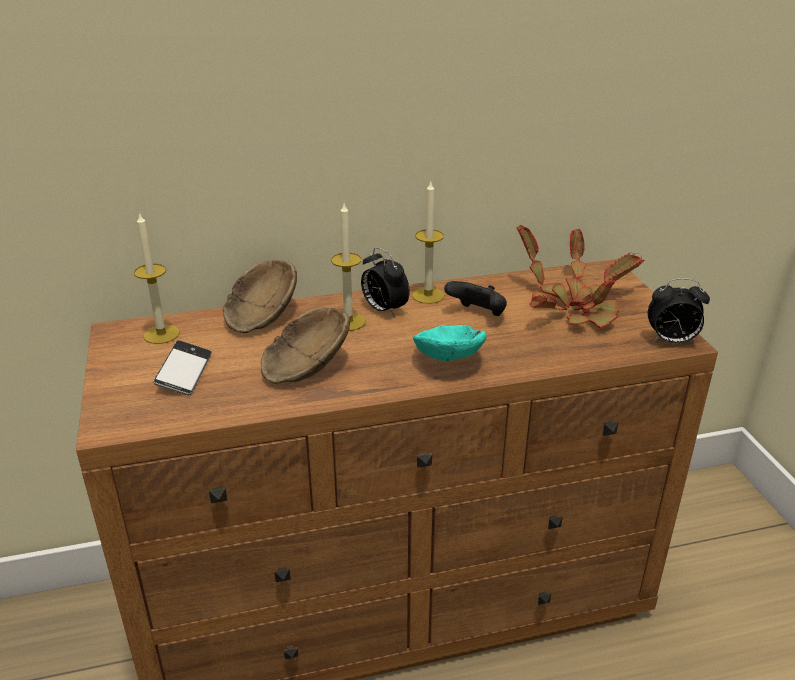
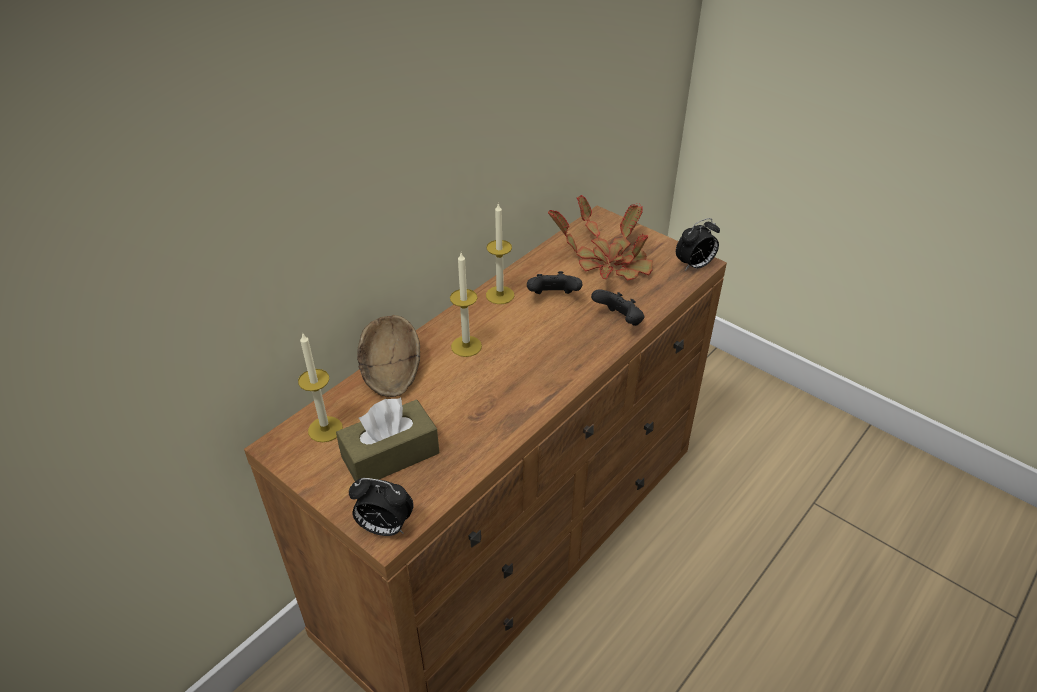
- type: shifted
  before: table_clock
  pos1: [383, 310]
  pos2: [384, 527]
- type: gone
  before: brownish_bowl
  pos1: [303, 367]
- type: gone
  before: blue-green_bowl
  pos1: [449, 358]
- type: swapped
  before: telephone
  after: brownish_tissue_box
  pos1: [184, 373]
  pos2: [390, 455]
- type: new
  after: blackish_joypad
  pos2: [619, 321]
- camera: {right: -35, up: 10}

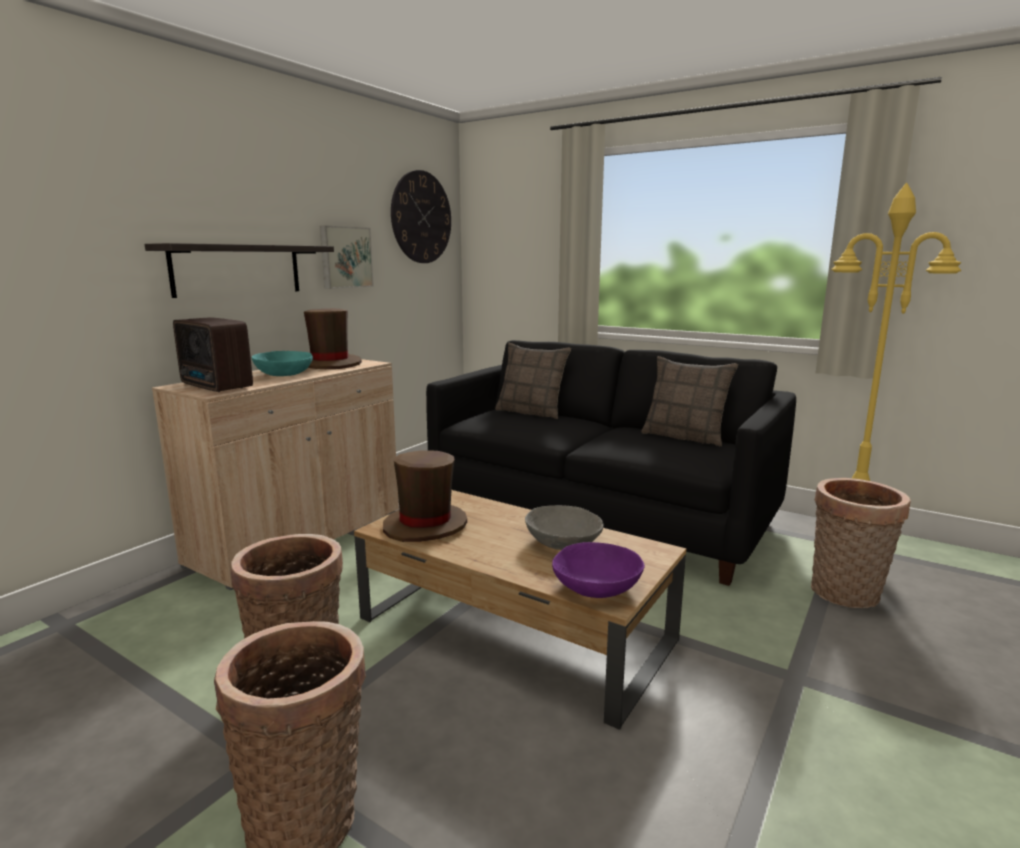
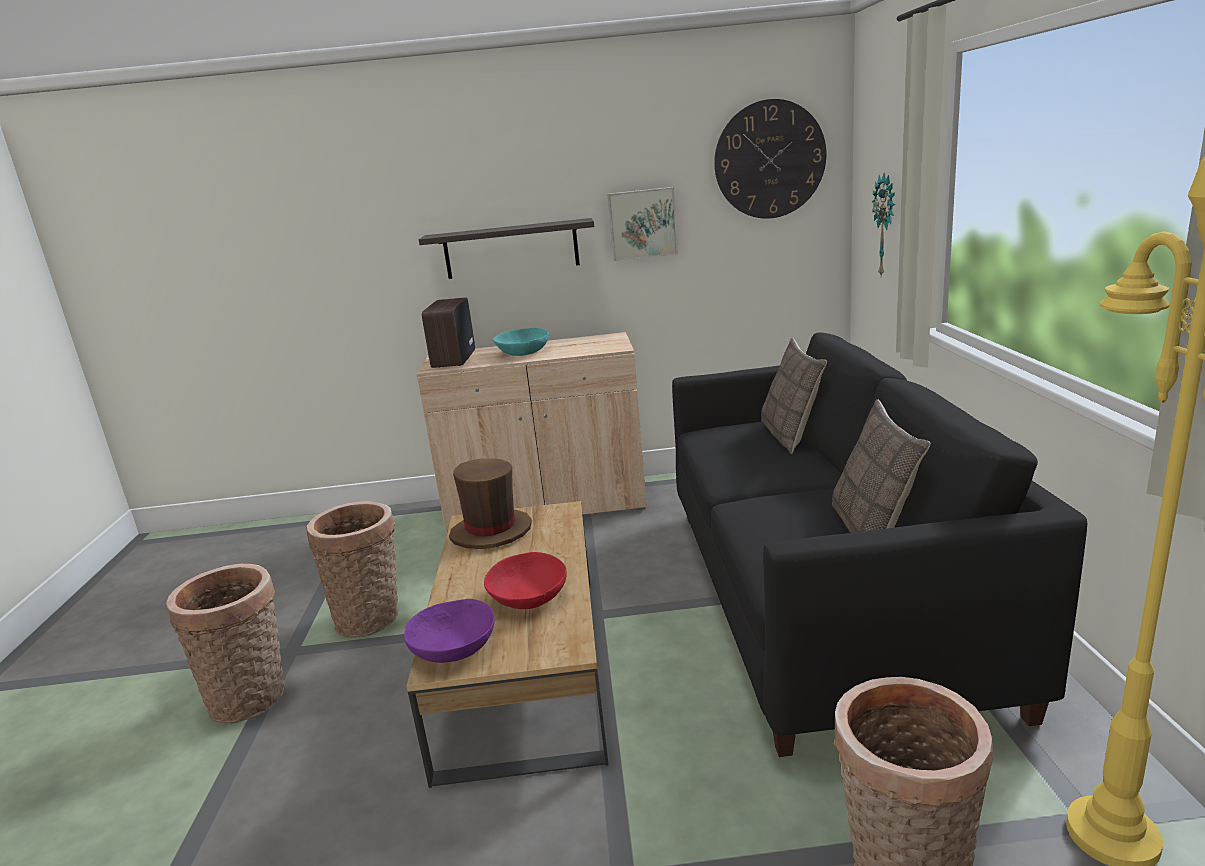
- type: gone
  before: brownish_wearable_hat
  pos1: [330, 364]
- type: repainted
  before: gray_bowl
  after: red_bowl
  pos1: [563, 542]
  pos2: [528, 597]
- type: new
  after: hanging_clock
  pos2: [886, 225]
- camera: {right: 55, up: 5}

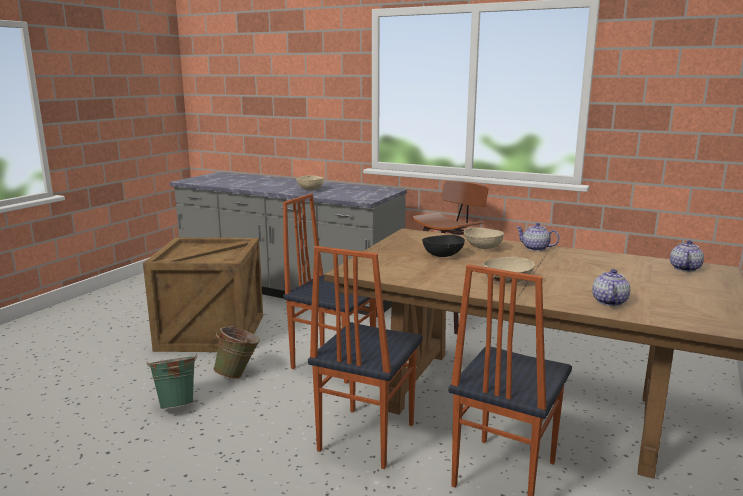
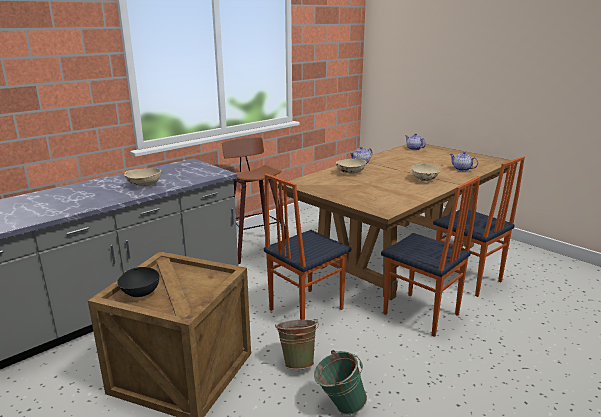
- type: shifted
  before: blackish_bowl
  pos1: [442, 255]
  pos2: [140, 292]
- camera: {right: -70, up: 5}

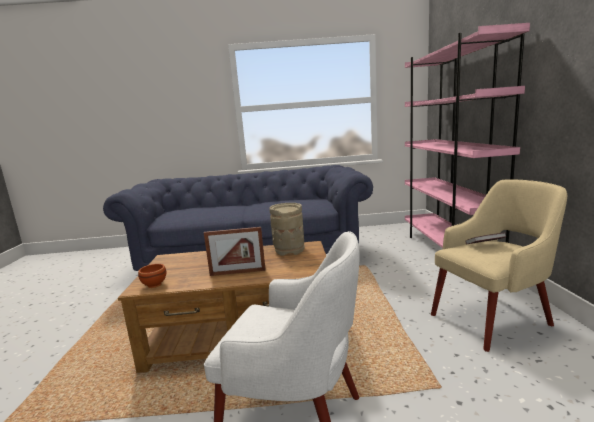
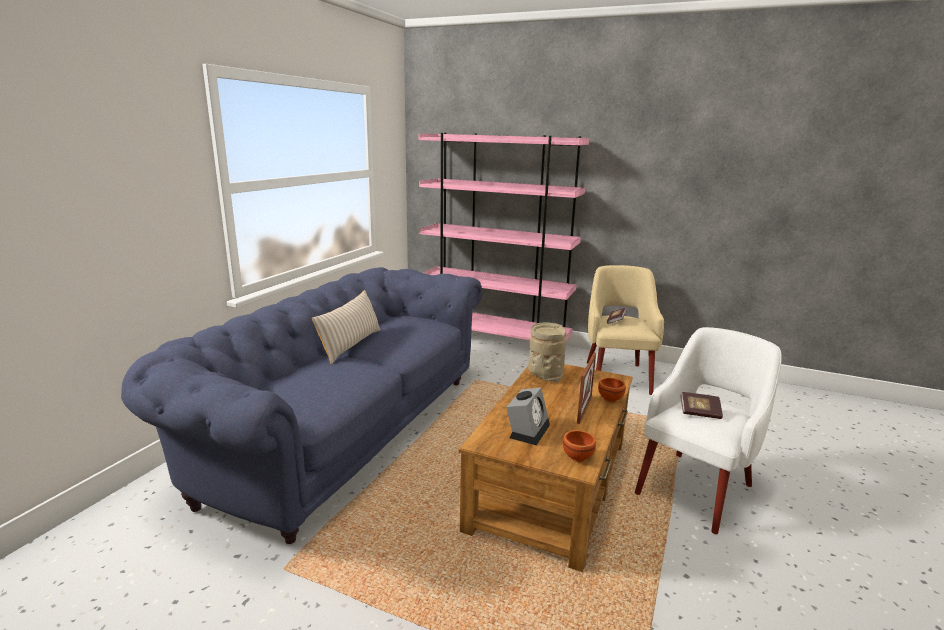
- type: new
  after: beige_cushion
  pos2: [351, 345]
- type: new
  after: brownish_bowl
  pos2: [610, 399]
- type: new
  after: table_clock
  pos2: [528, 430]
- type: new
  after: bound_book
  pos2: [699, 413]
- camera: {right: -65, up: 5}

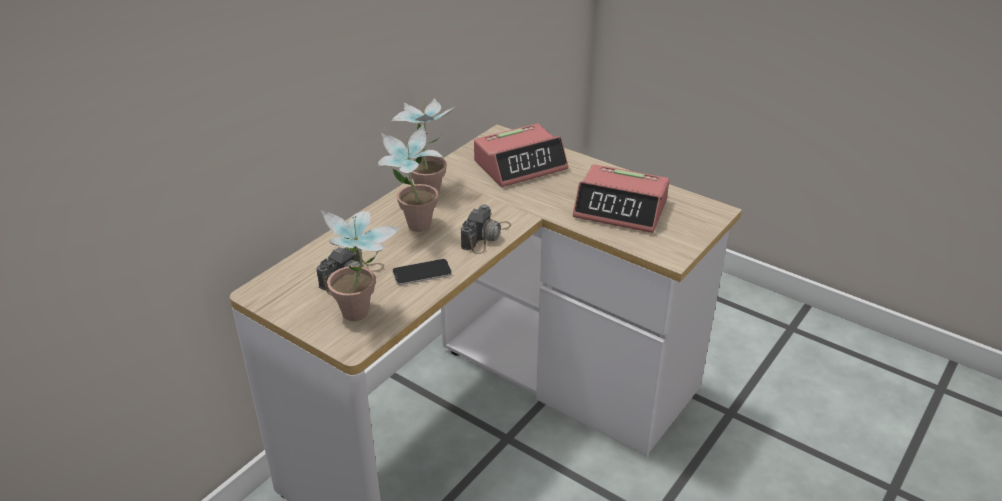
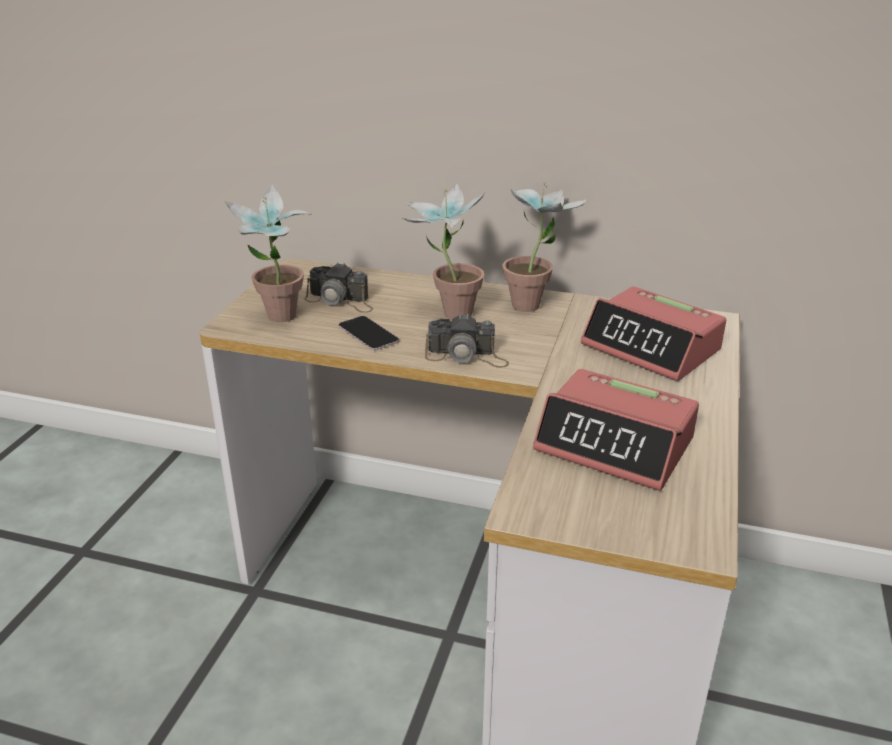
- type: rotated
  before: table_clock
  pos1: [621, 209]
  pos2: [615, 444]
  turn: -60
- camera: {right: 70, up: -5}

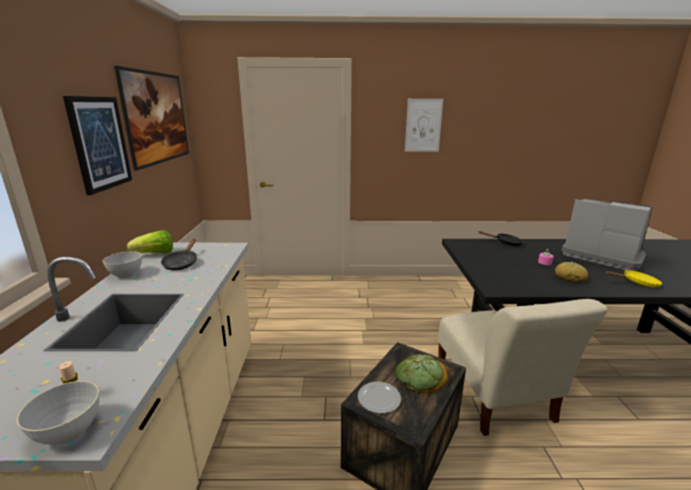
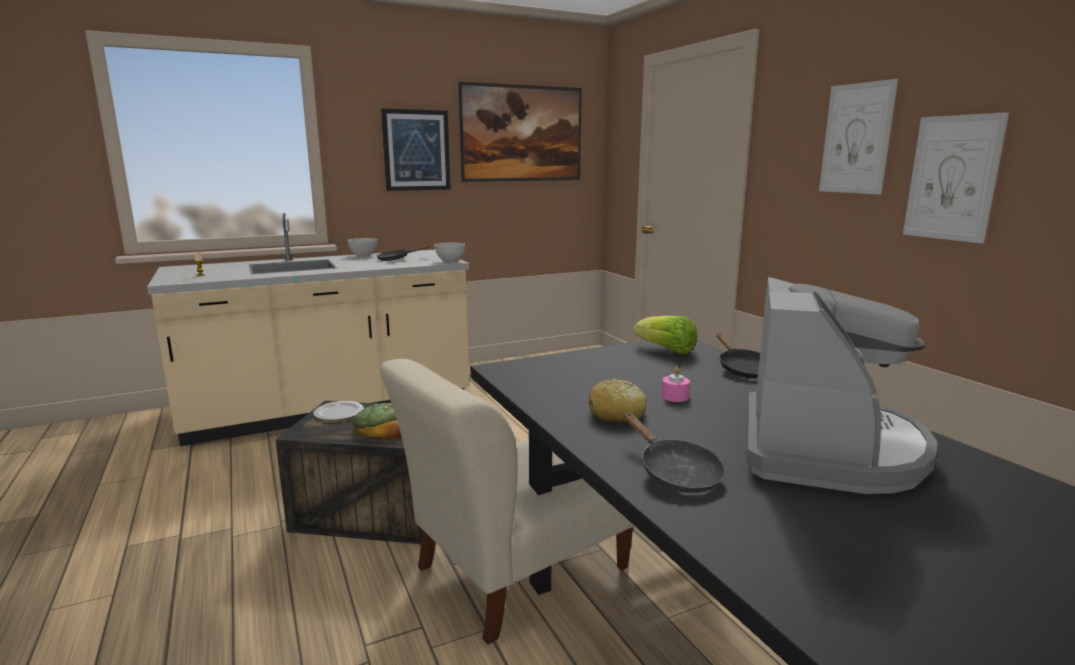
- type: shifted
  before: lettuce
  pos1: [155, 254]
  pos2: [667, 350]
- type: repainted
  before: yellowish_pan
  after: blackish_pan
  pos1: [636, 283]
  pos2: [674, 473]
- type: shifted
  before: gray_bowl
  pos1: [69, 432]
  pos2: [450, 261]
- type: new
  after: picture
  pos2: [952, 178]
- camera: {right: 65, up: -5}

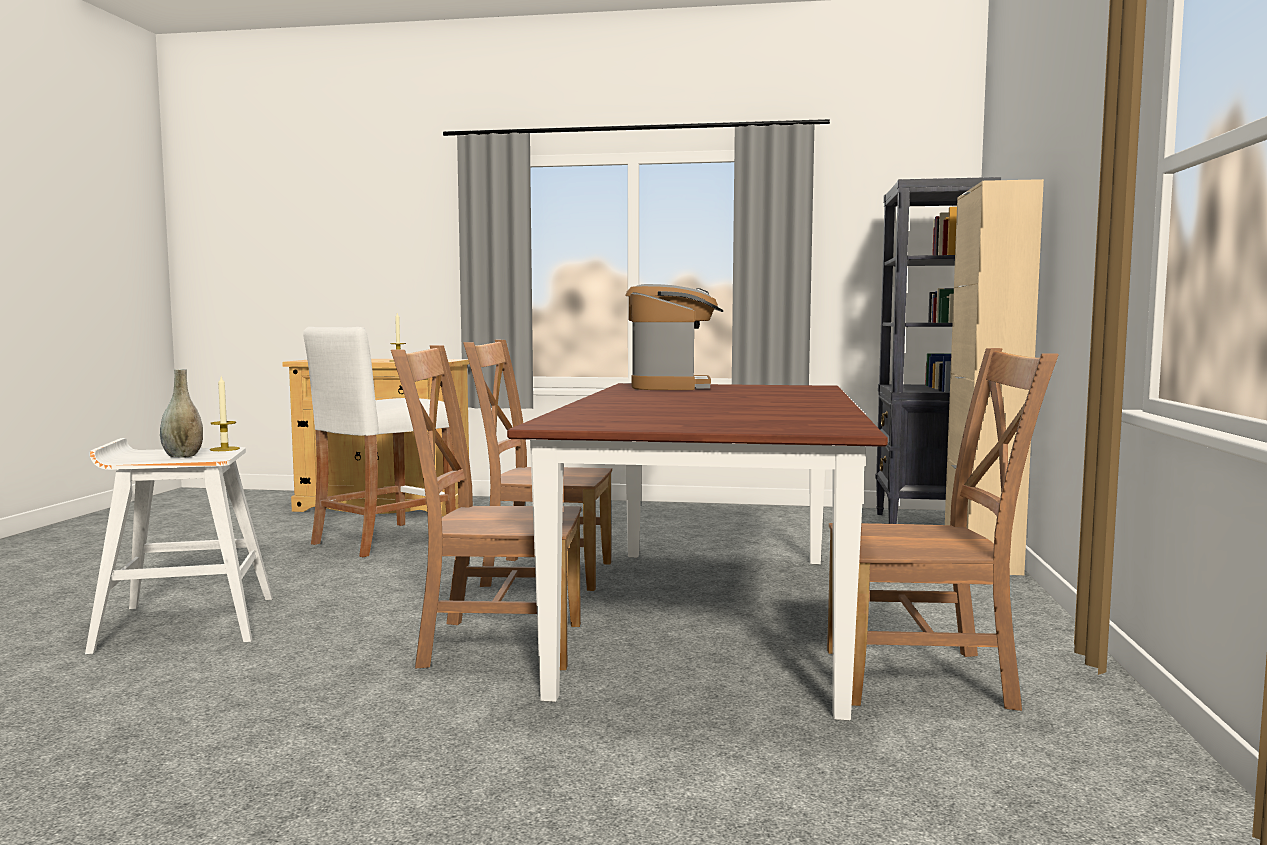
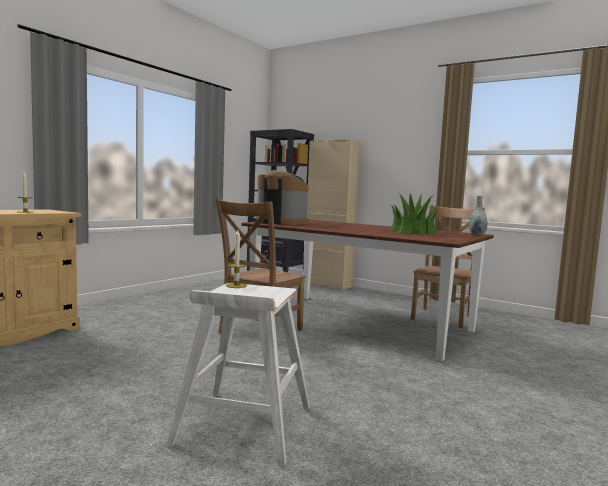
- type: gone
  before: white-coloured_stool_seat
  pos1: [384, 539]
- type: gone
  before: brownish_plain_chair
  pos1: [495, 644]
- type: shifted
  before: gray_vase
  pos1: [183, 456]
  pos2: [477, 234]
- type: new
  after: potted_plant
  pos2: [413, 232]
- camera: {right: -65, up: 0}

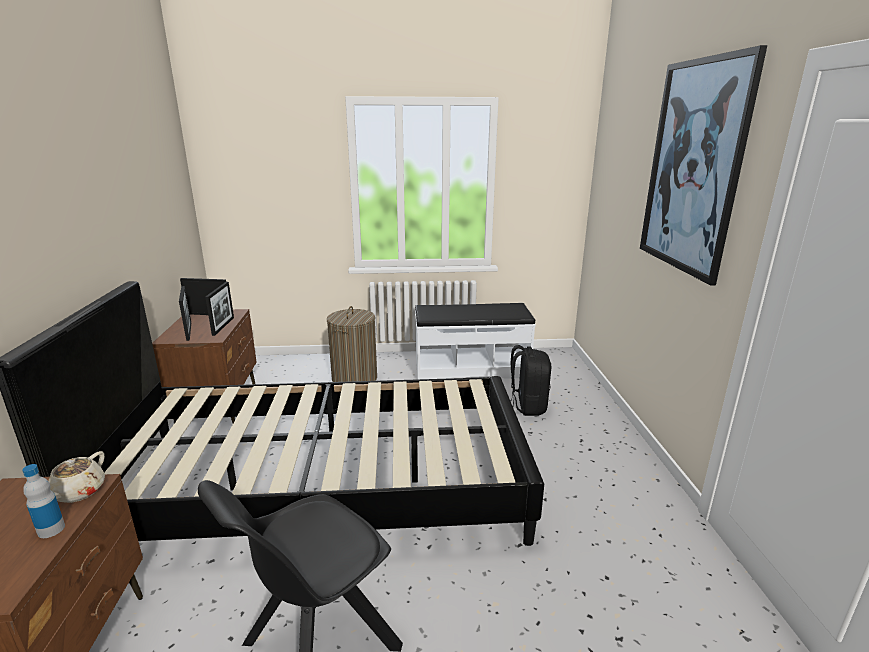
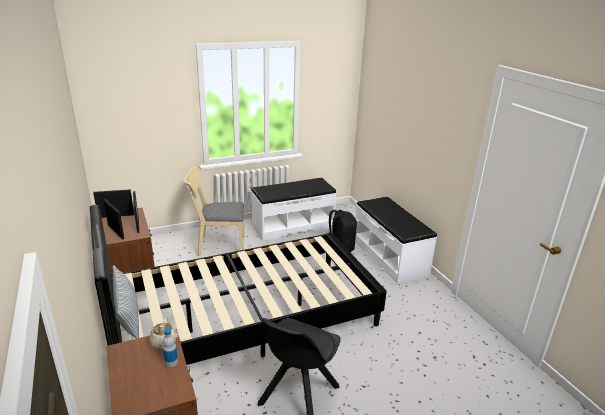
- type: gone
  before: picture
  pos1: [693, 168]
- type: swapped
  before: laundry_basket
  after: beige_plain_chair
  pos1: [354, 378]
  pos2: [217, 245]
- type: new
  after: white-coloured_long_seat
  pos2: [390, 257]
- type: new
  after: cushion
  pos2: [128, 316]
- camera: {right: -20, up: 5}

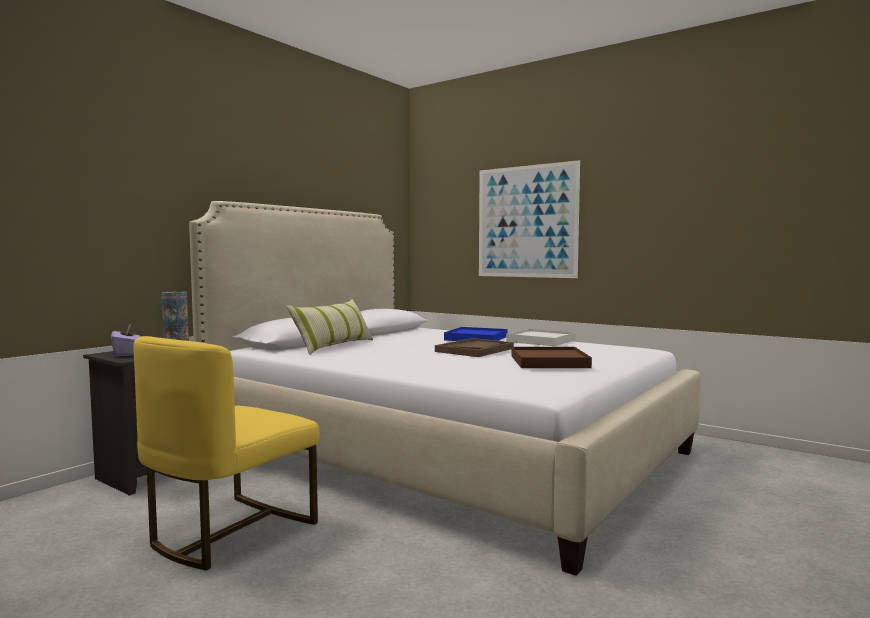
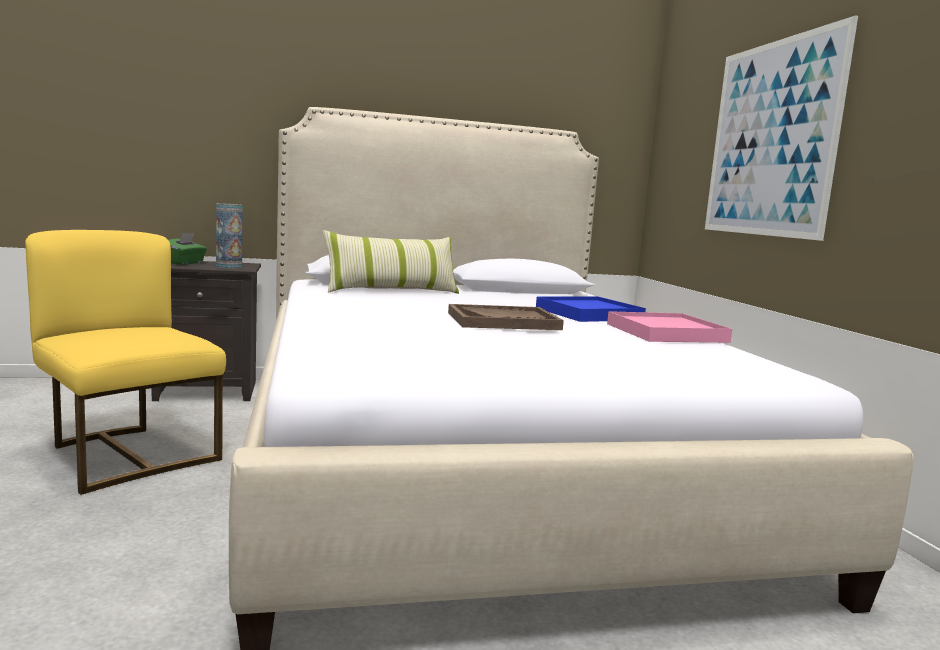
- type: repainted
  before: purple-coloured_tissue_box
  after: greenish_tissue_box
  pos1: [127, 354]
  pos2: [185, 263]
- type: repainted
  before: white-coloured_carrying_tray
  after: pink-coloured_carrying_tray
  pos1: [540, 341]
  pos2: [665, 333]
- type: rotated
  before: yellowish_plain_chair
  pos1: [229, 532]
  pos2: [127, 455]
  turn: 60
- type: gone
  before: brownish_carrying_tray
  pos1: [549, 362]
- camera: {right: 40, up: 5}

